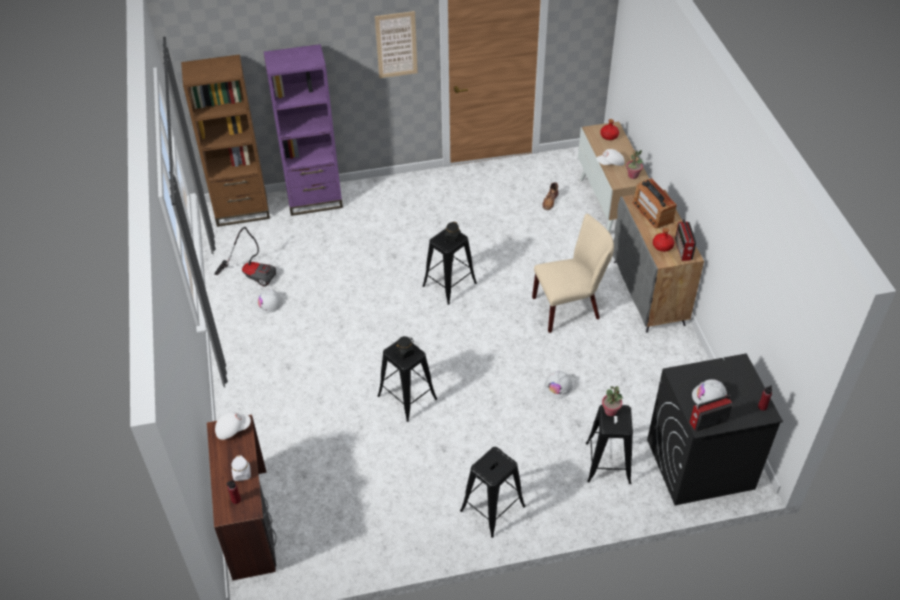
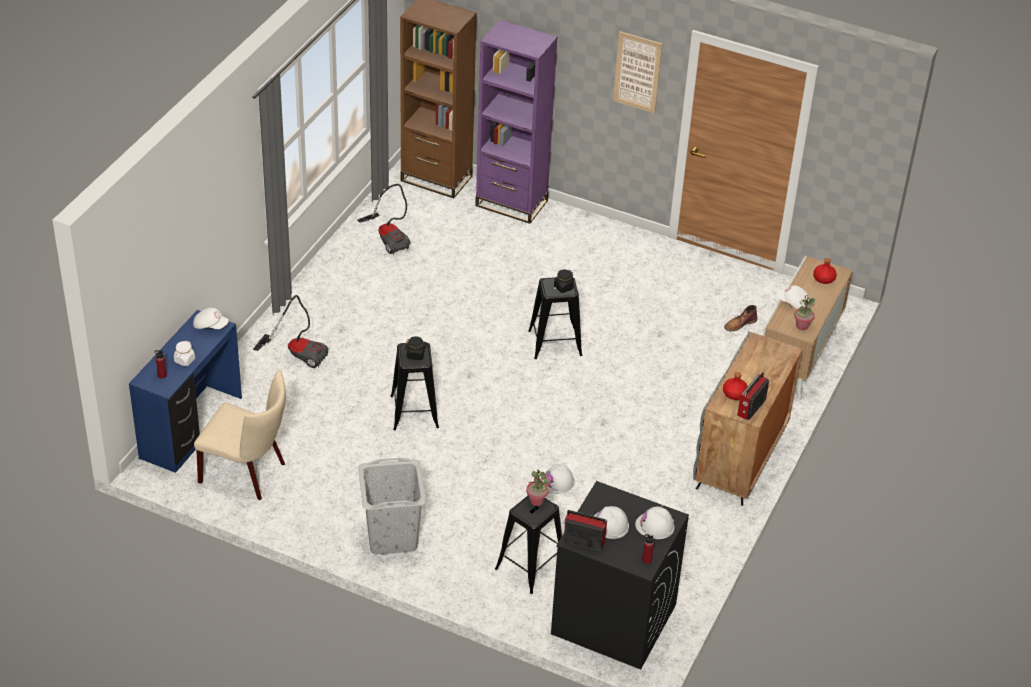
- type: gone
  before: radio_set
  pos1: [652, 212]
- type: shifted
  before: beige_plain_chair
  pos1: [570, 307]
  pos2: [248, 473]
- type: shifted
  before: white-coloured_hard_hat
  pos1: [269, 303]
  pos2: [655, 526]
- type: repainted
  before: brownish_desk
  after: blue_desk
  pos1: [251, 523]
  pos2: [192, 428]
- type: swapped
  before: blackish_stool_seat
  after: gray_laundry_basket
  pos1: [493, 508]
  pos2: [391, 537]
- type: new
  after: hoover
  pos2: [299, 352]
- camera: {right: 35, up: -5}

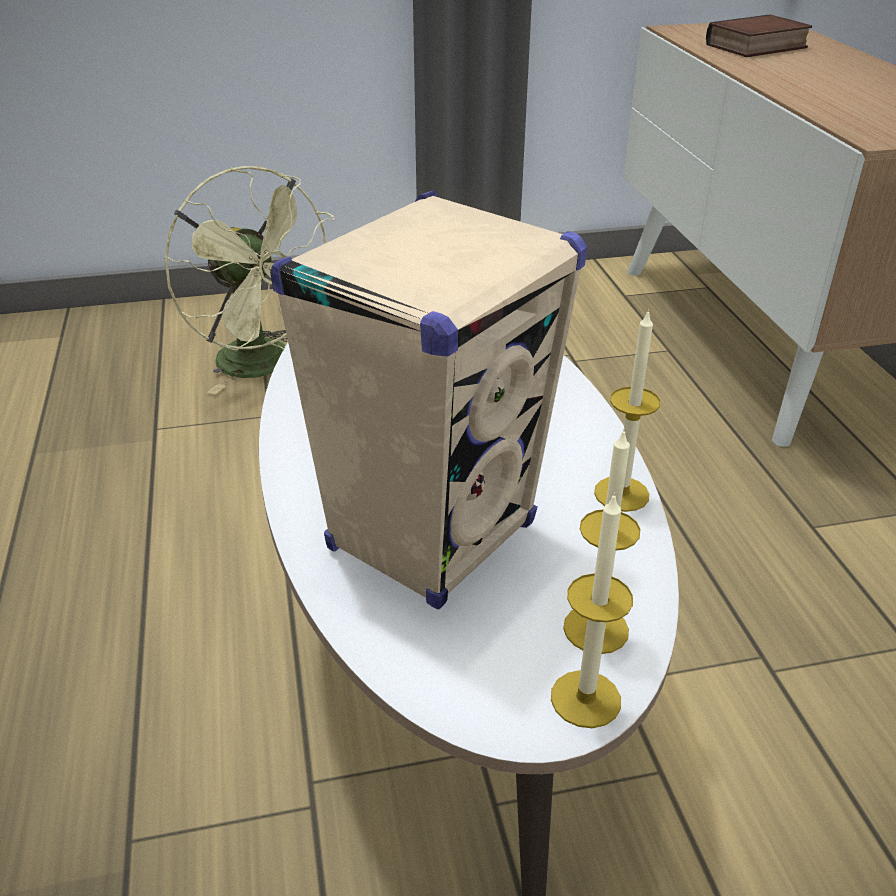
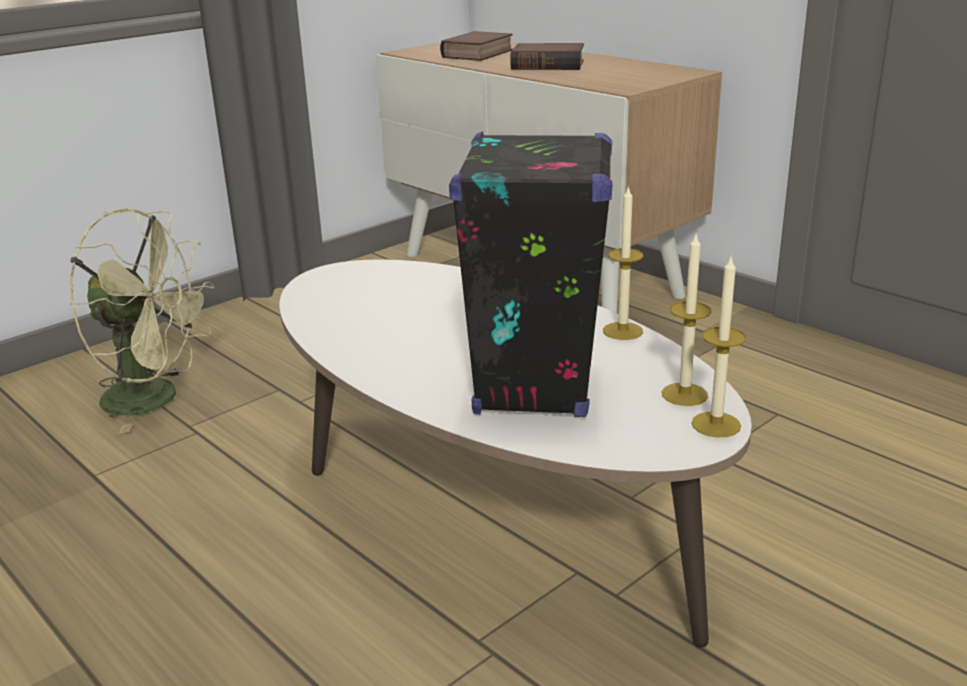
- type: repainted
  before: beige_audio_speaker
  after: blackish_audio_speaker
  pos1: [433, 536]
  pos2: [534, 386]
- type: new
  after: bound_book
  pos2: [549, 64]
- camera: {right: -30, up: -10}

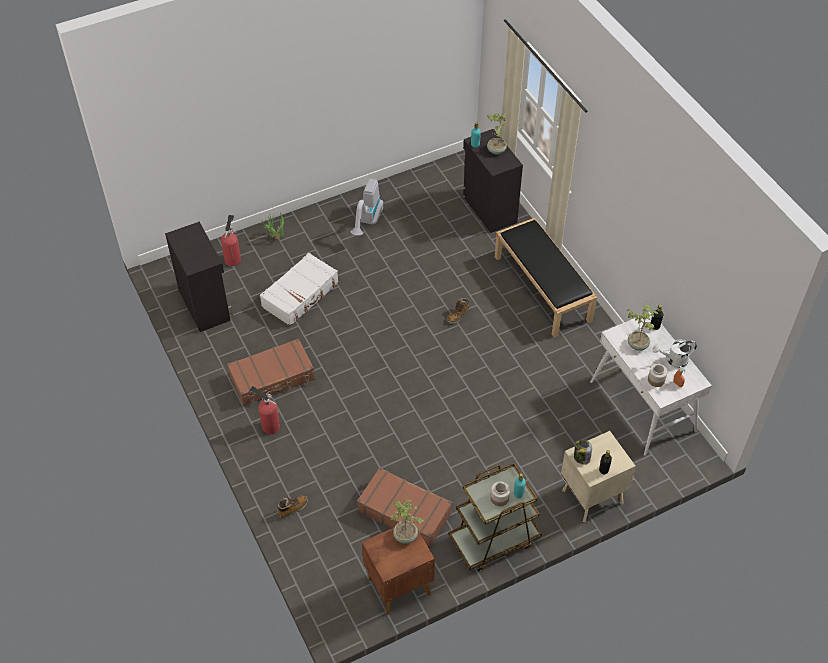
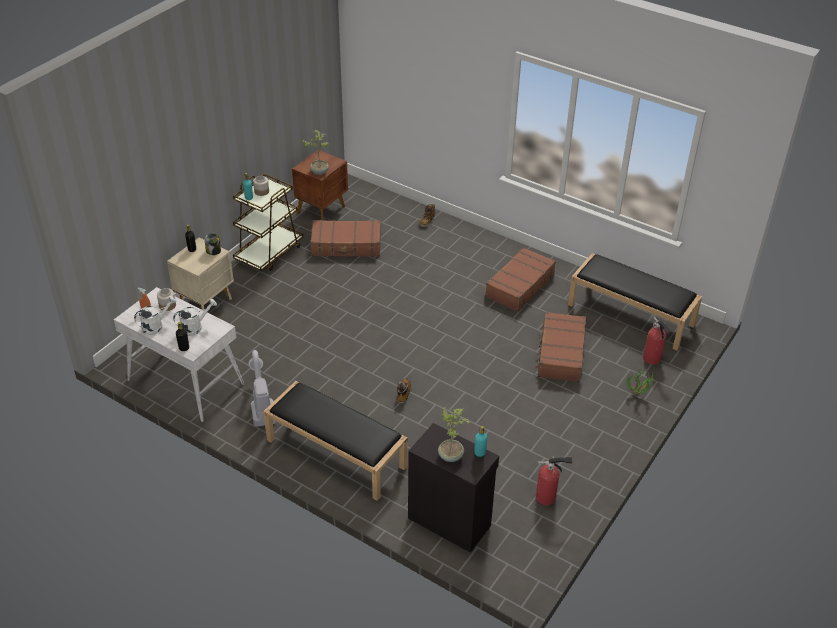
- type: shifted
  before: hoover
  pos1: [367, 222]
  pos2: [262, 405]
- type: swapped
  before: blackish_cabinet
  after: blackish_long_seat
  pos1: [205, 304]
  pos2: [631, 314]
- type: repainted
  before: white-coloured_piece_of_luggage
  after: brownish_piece_of_luggage
  pos1: [301, 295]
  pos2: [560, 353]
- type: swapped
  before: potted_plant
  after: white-coloured_sprinkling_can
  pos1: [637, 344]
  pos2: [195, 327]
- type: shifted
  before: extinguisher
  pos1: [269, 425]
  pos2: [548, 497]
- camera: {right: 150, up: -10}

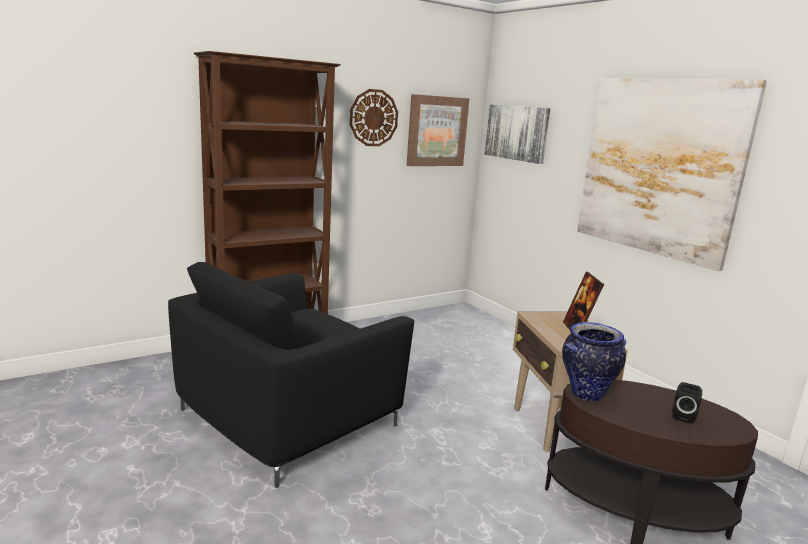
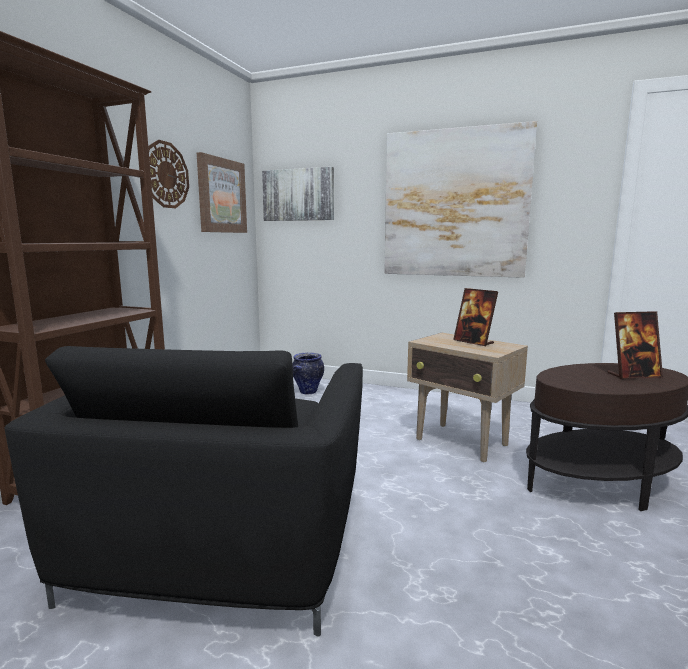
- type: shifted
  before: vase
  pos1: [586, 394]
  pos2: [308, 392]
- type: swapped
  before: blackish_audio_speaker
  after: photo_frame
  pos1: [683, 416]
  pos2: [633, 375]
- camera: {right: -35, up: -5}

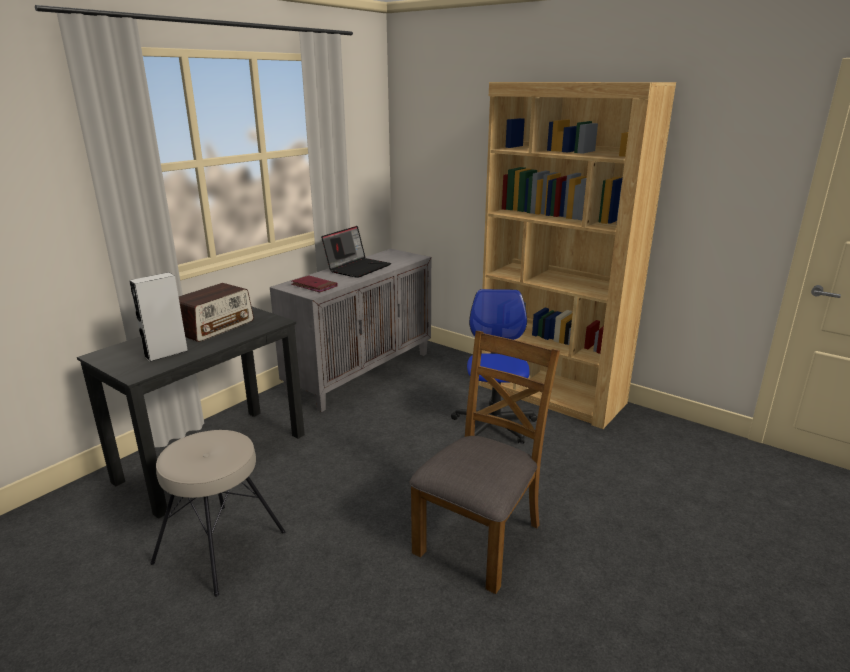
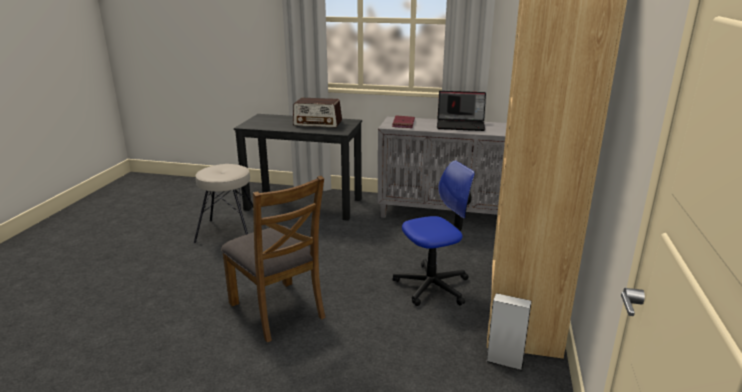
- type: shifted
  before: gray_audio_speaker
  pos1: [166, 354]
  pos2: [504, 361]
- type: rotated
  before: brownish_plain_chair
  pos1: [480, 538]
  pos2: [278, 310]
  turn: 45
- camera: {right: 65, up: 0}

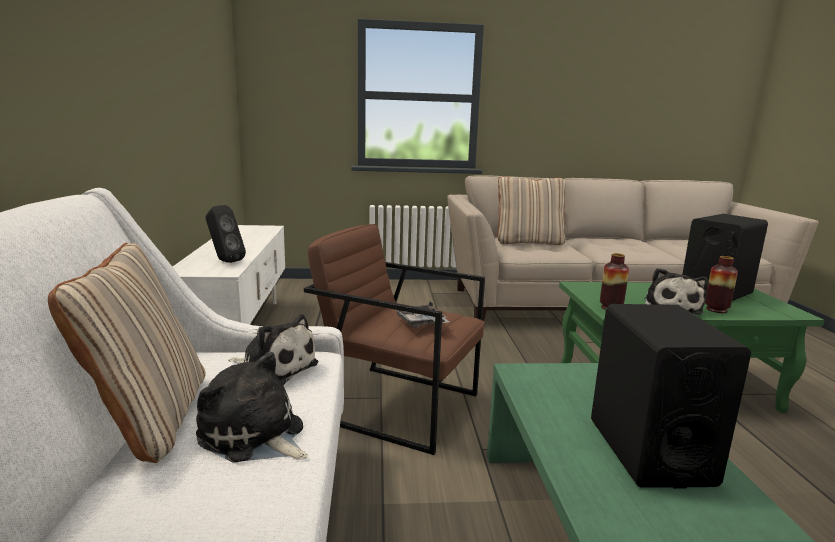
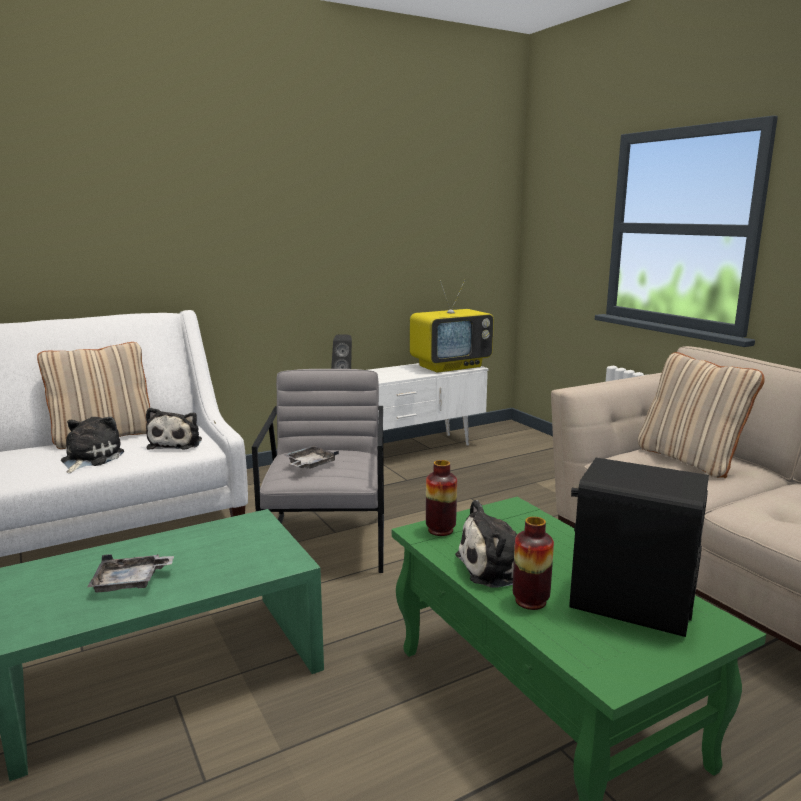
- type: repainted
  before: brownish_lounge_chair
  after: gray_lounge_chair
  pos1: [398, 405]
  pos2: [328, 542]
- type: swapped
  before: blackish_audio_speaker
  after: gray_carrying_tray
  pos1: [649, 451]
  pos2: [130, 582]
- type: new
  after: TV_set
  pos2: [450, 366]
- camera: {right: 65, up: 0}

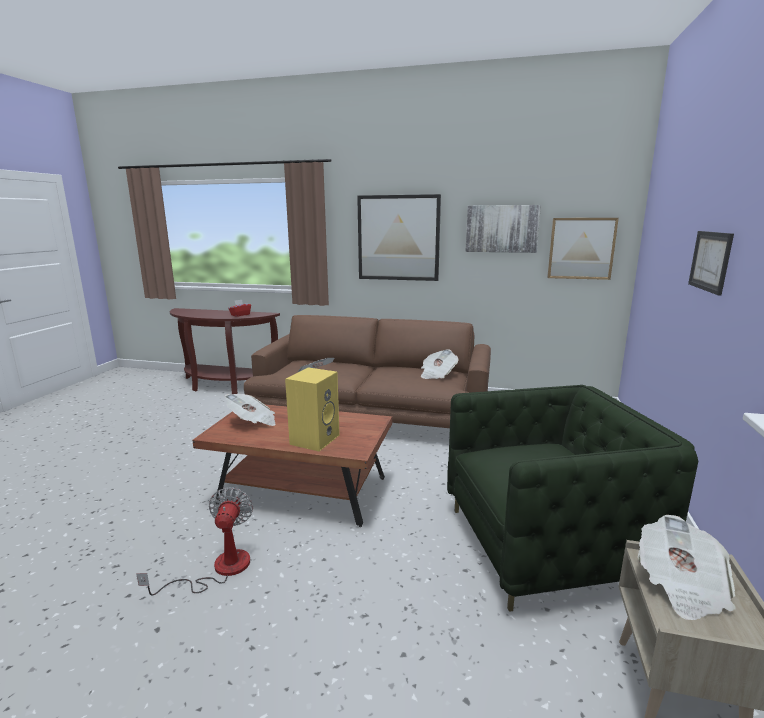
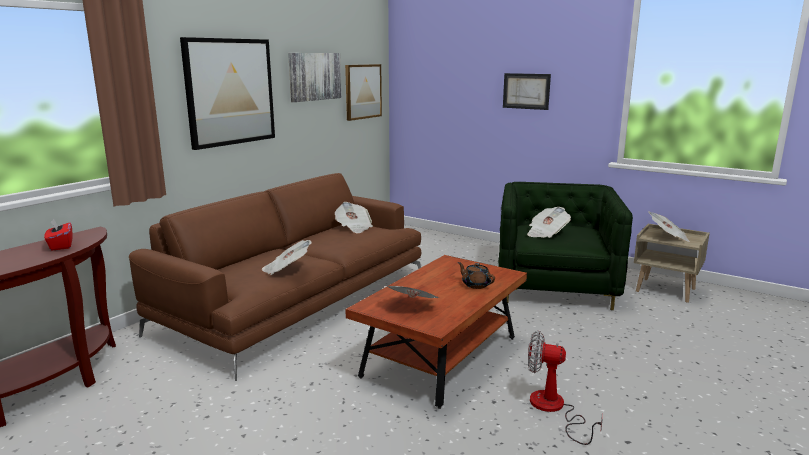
- type: swapped
  before: yellowish_audio_speaker
  after: brownish_pot_for_tea
  pos1: [314, 439]
  pos2: [475, 284]
- type: new
  after: daily_paper
  pos2: [546, 233]
- camera: {right: -70, up: 0}

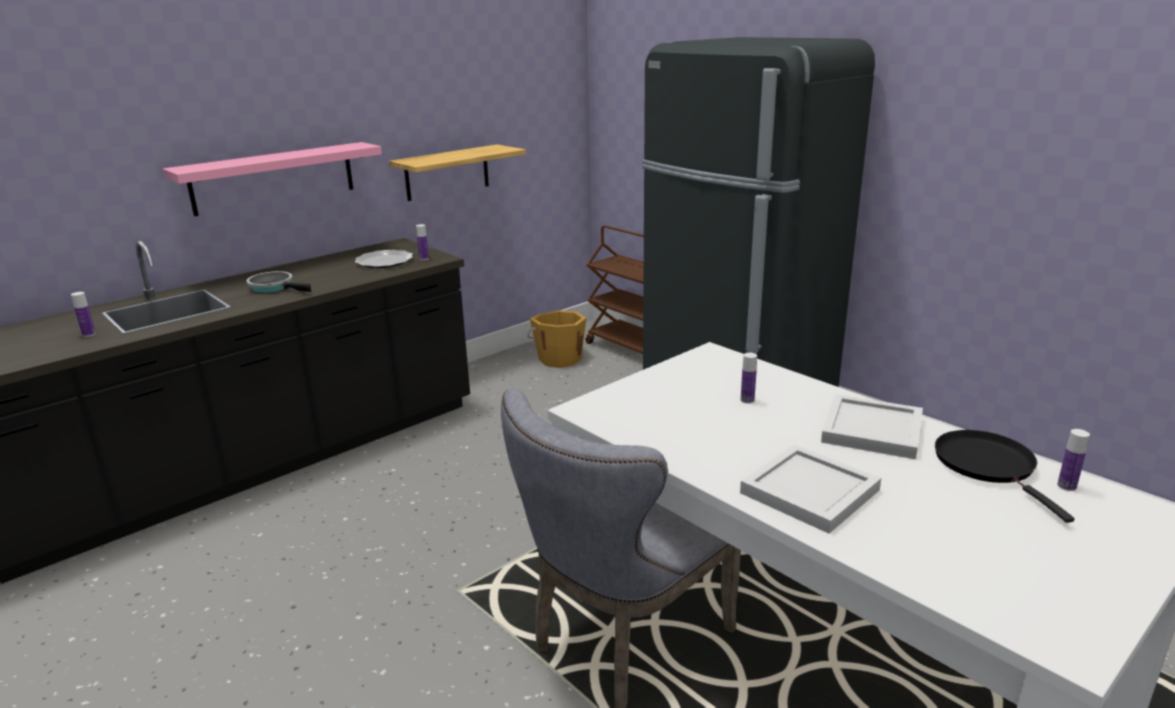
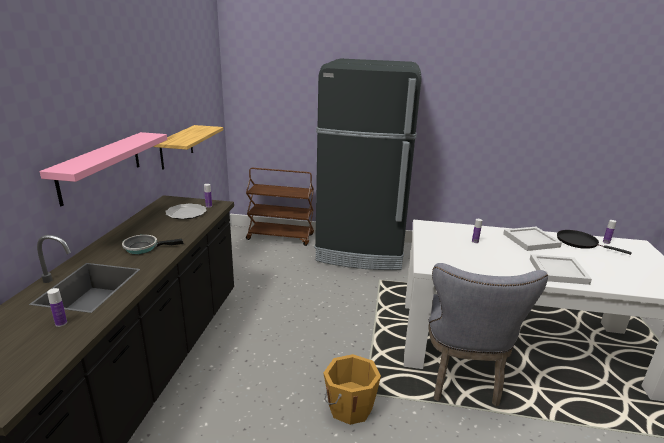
- type: shifted
  before: orange_water_bucket
  pos1: [559, 359]
  pos2: [349, 407]
- camera: {right: -40, up: 0}

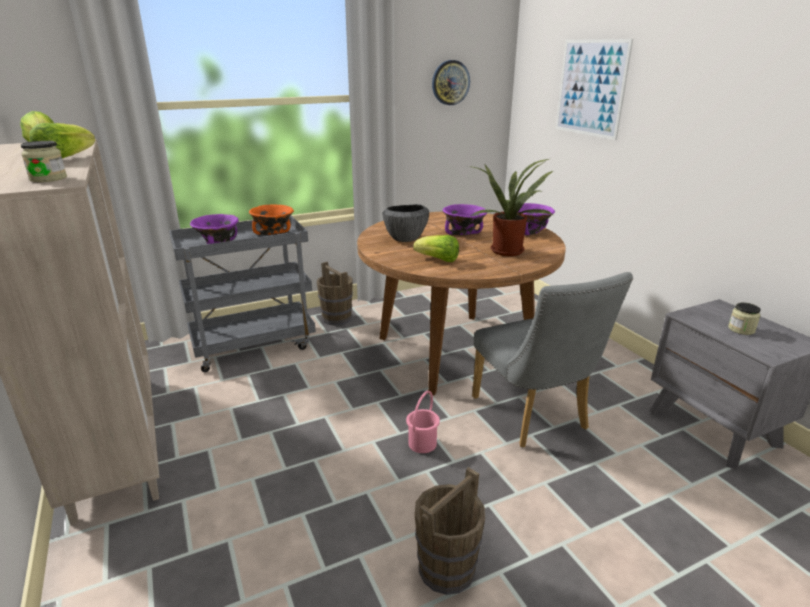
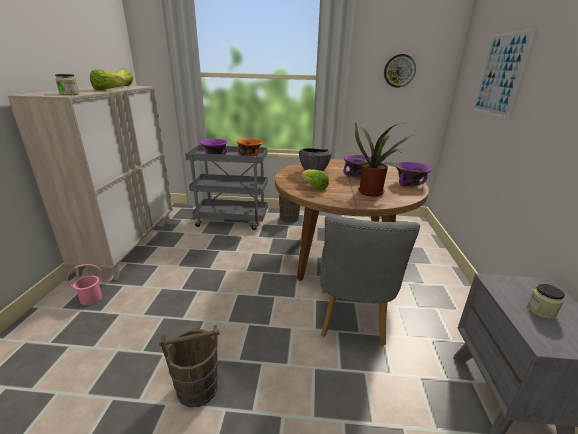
- type: shifted
  before: pink-coloured_water_bucket
  pos1: [423, 443]
  pos2: [91, 299]
- camera: {right: 30, up: 0}

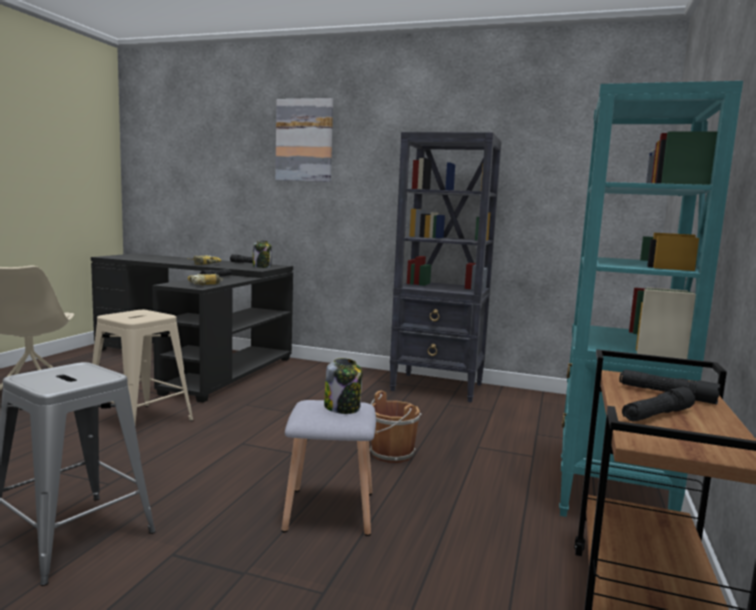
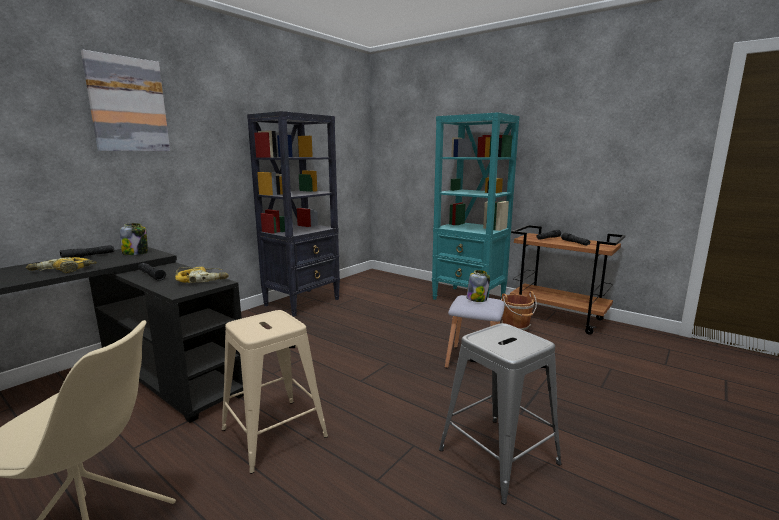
- type: shifted
  before: brownish_water_bucket
  pos1: [390, 454]
  pos2: [516, 327]
- camera: {right: -70, up: 5}

